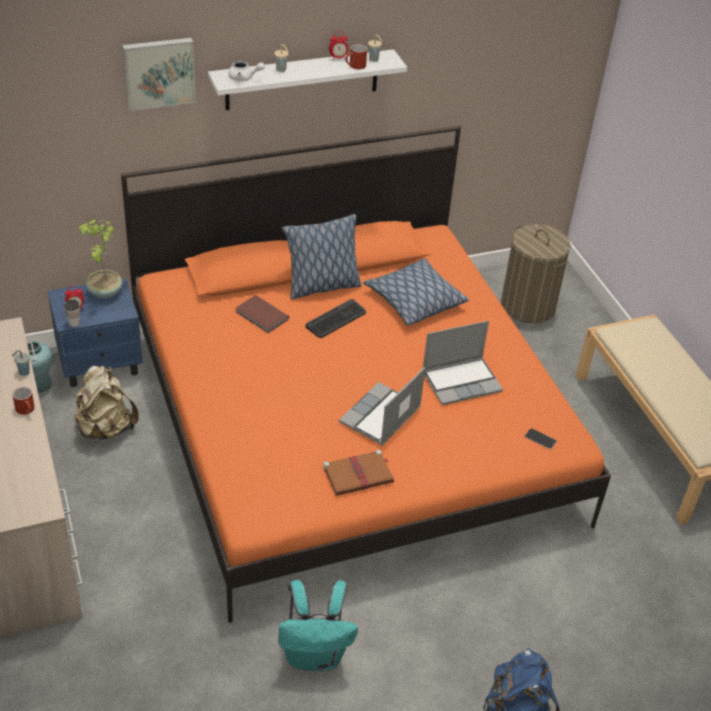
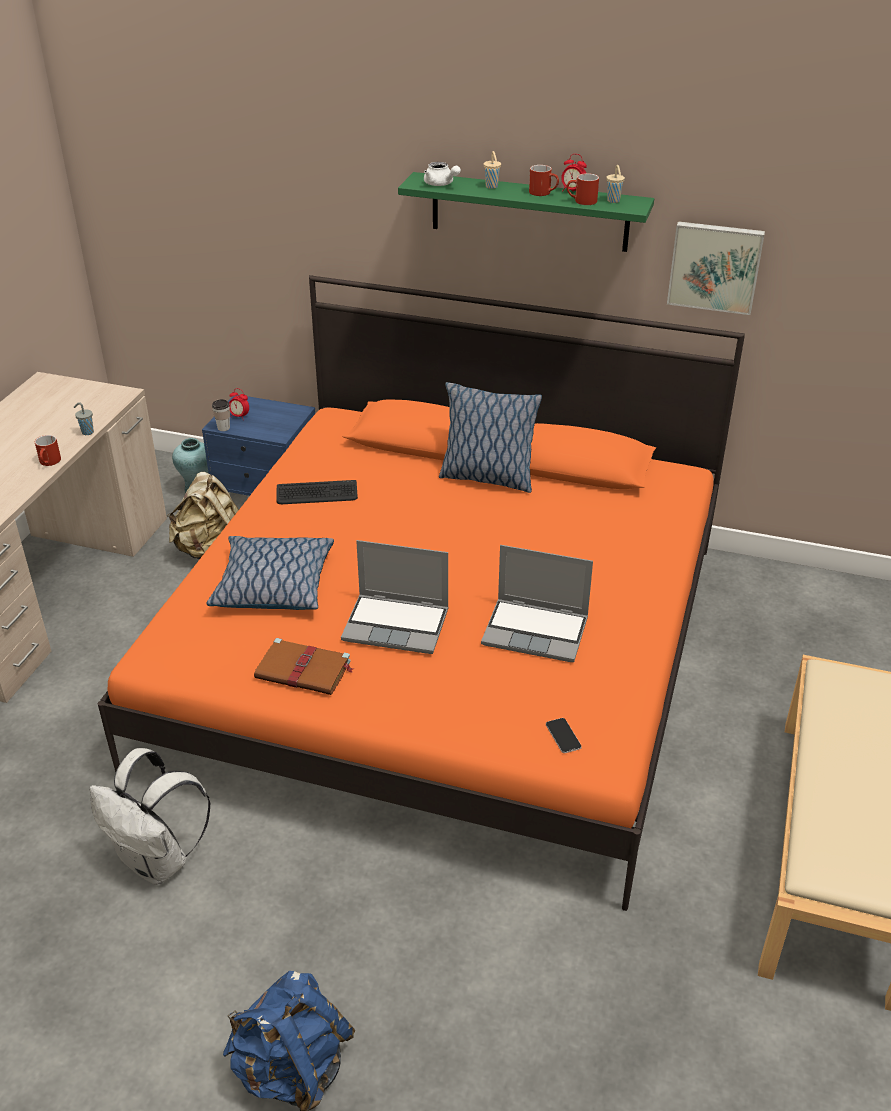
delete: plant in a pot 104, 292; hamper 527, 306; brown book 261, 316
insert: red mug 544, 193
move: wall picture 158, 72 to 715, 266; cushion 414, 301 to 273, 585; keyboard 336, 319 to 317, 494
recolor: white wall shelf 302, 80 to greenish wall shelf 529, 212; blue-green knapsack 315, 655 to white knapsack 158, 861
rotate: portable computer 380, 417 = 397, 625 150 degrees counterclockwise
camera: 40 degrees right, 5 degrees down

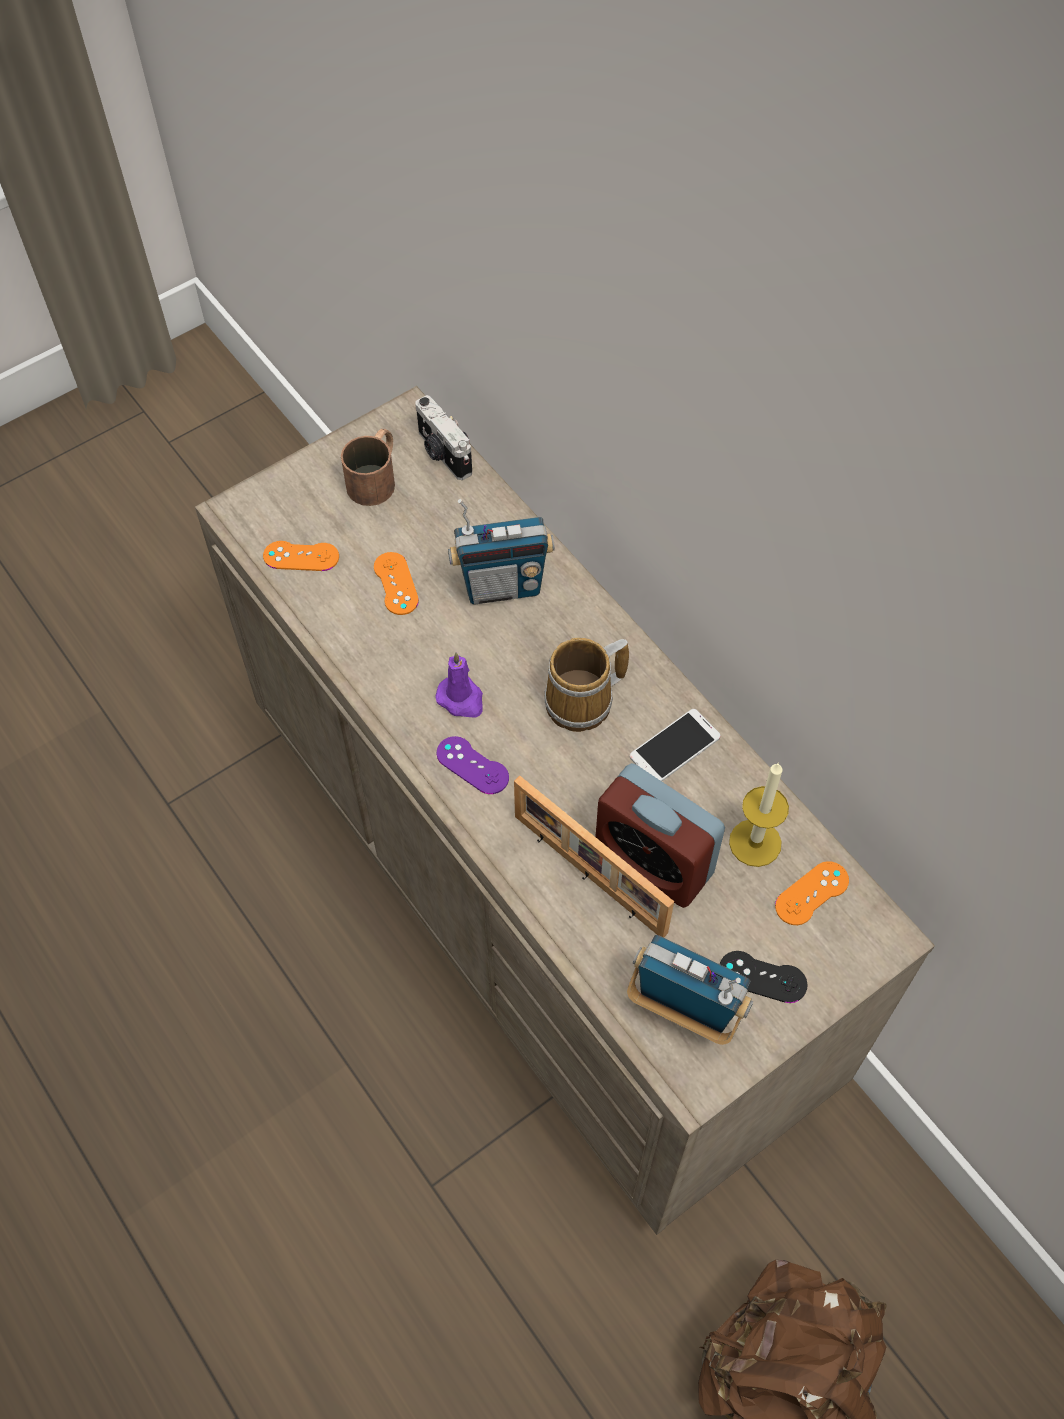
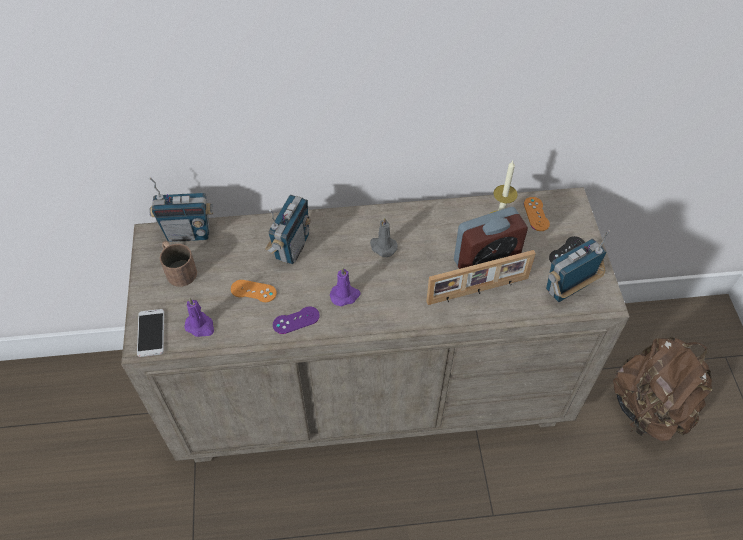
move: telephone 675, 747 to 151, 333; purplish game controller 472, 765 to 296, 320
replace: still camera 442, 454 to radio receiver 189, 233; orange game controller 301, 556 to purplish wax candle 200, 326; mug 584, 702 to greyish wax candle 382, 246
camera: 60 degrees left, 5 degrees down

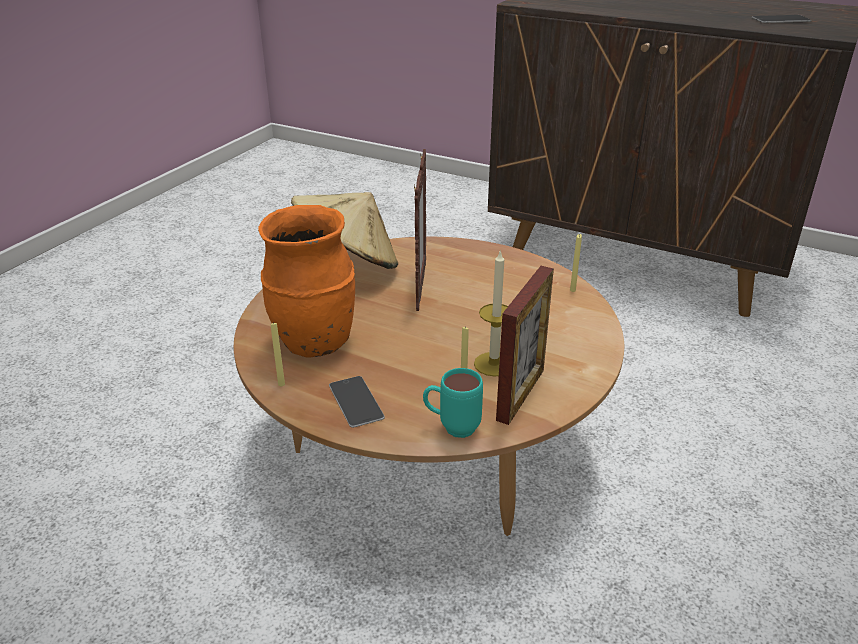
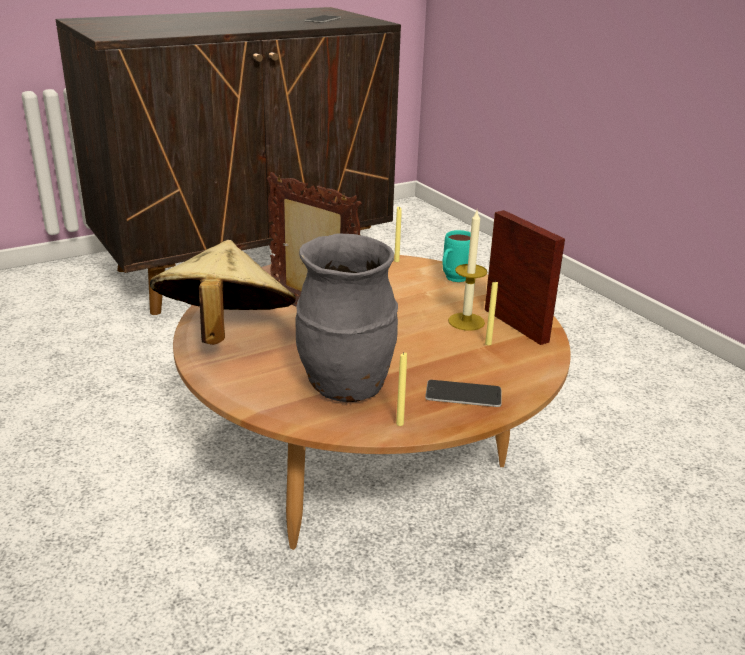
move: blue-green mug 451, 427 to 453, 280
recolor: orange decorative vase 314, 343 to greyish decorative vase 346, 388
camera: 60 degrees left, 5 degrees down

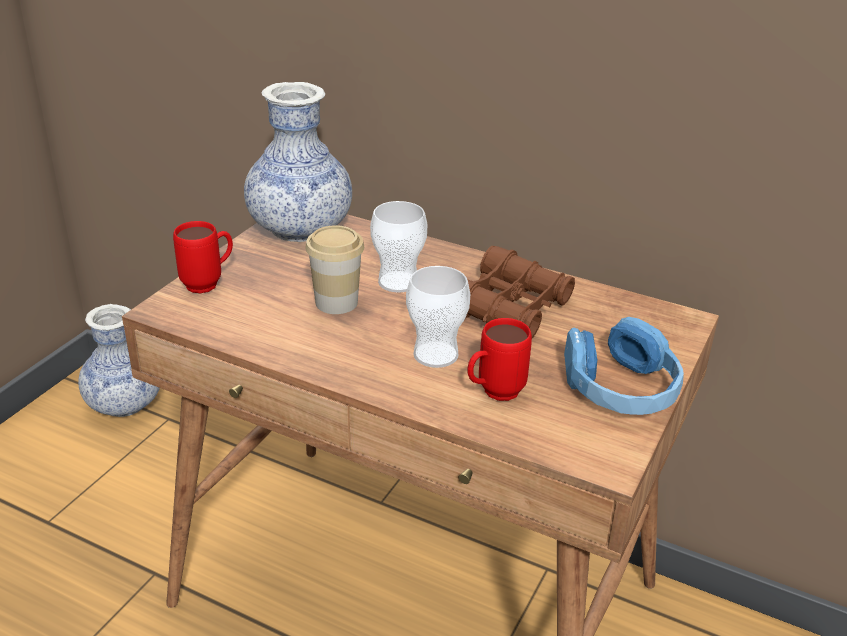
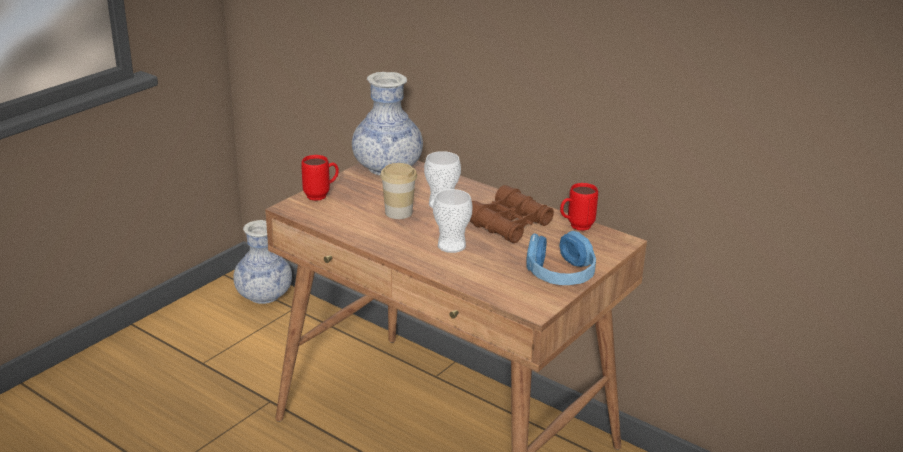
move: red mug 493, 394 to 575, 227
camera: 10 degrees right, 5 degrees down

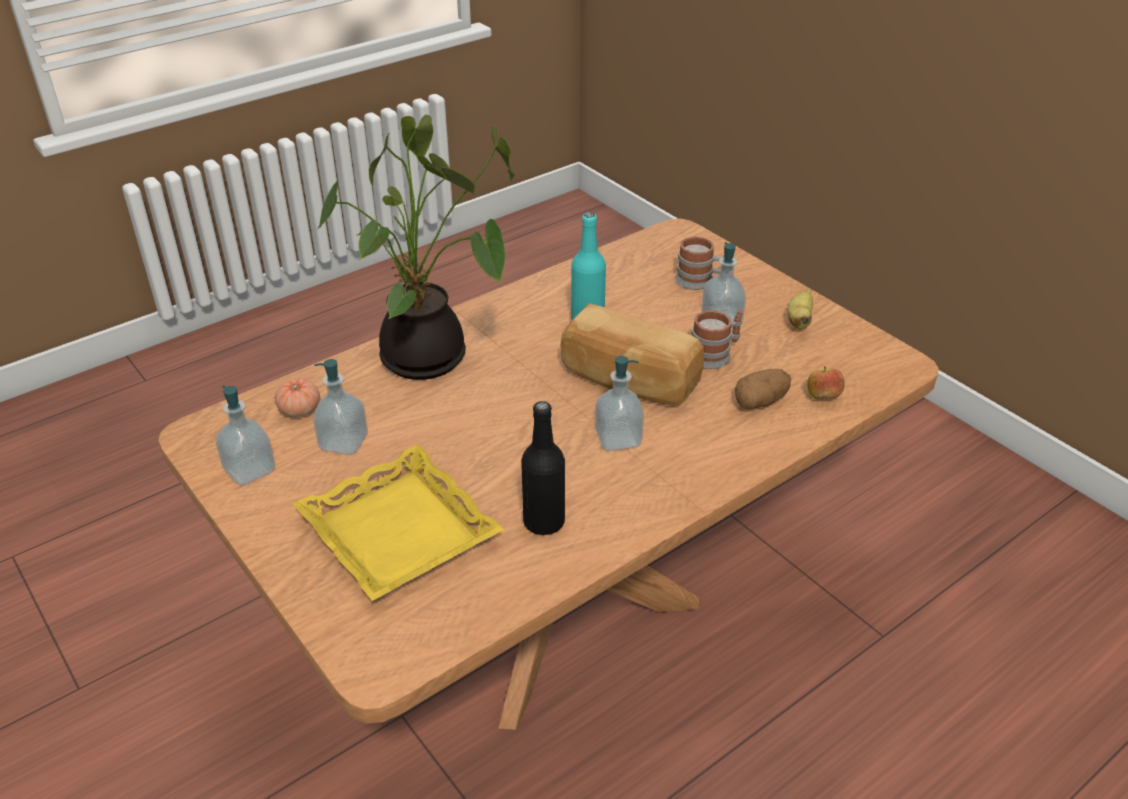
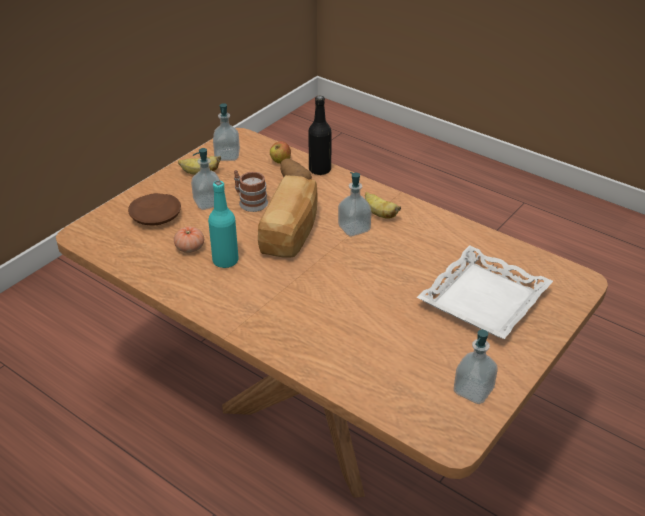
delete: plant in a pot 430, 360
insert: whole banana 379, 214
move: soap dispenser 344, 442 to 227, 156; fresh tomato 299, 410 to 190, 248; black-coloured drink bottle 544, 522 to 320, 170
replace: mug 701, 281 to brown dinner plate 156, 216
recolor: yellow-coloured carrying tray 400, 531 to white carrying tray 483, 299
camera: 105 degrees left, 0 degrees up

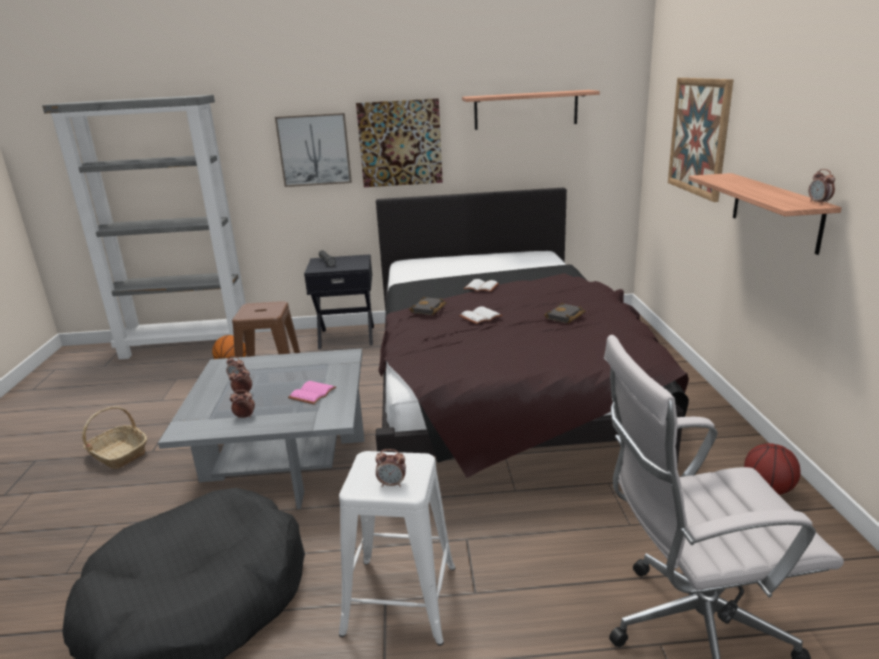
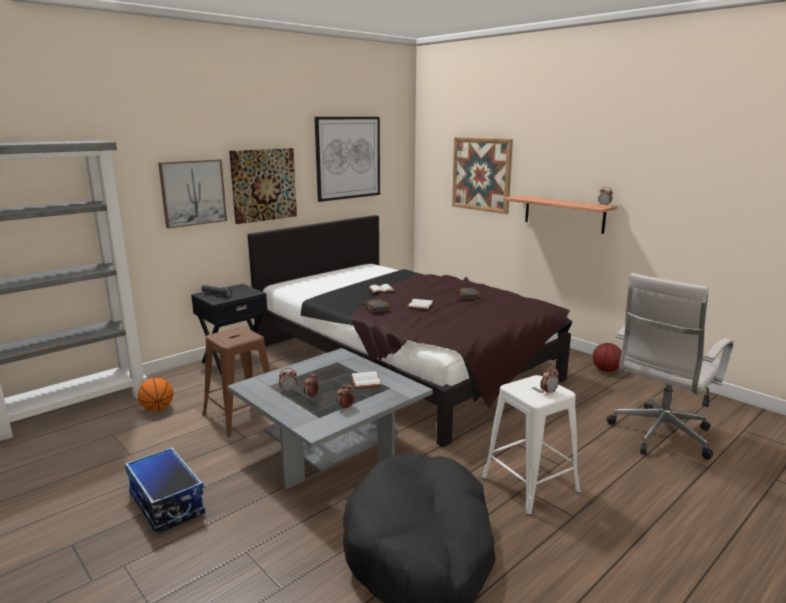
replace: wall shelf 526, 110 to wall picture 348, 158; storage basket 118, 454 to storage box 165, 504
recolor: pink book 312, 393 to white book 364, 381
camera: 40 degrees left, 5 degrees down

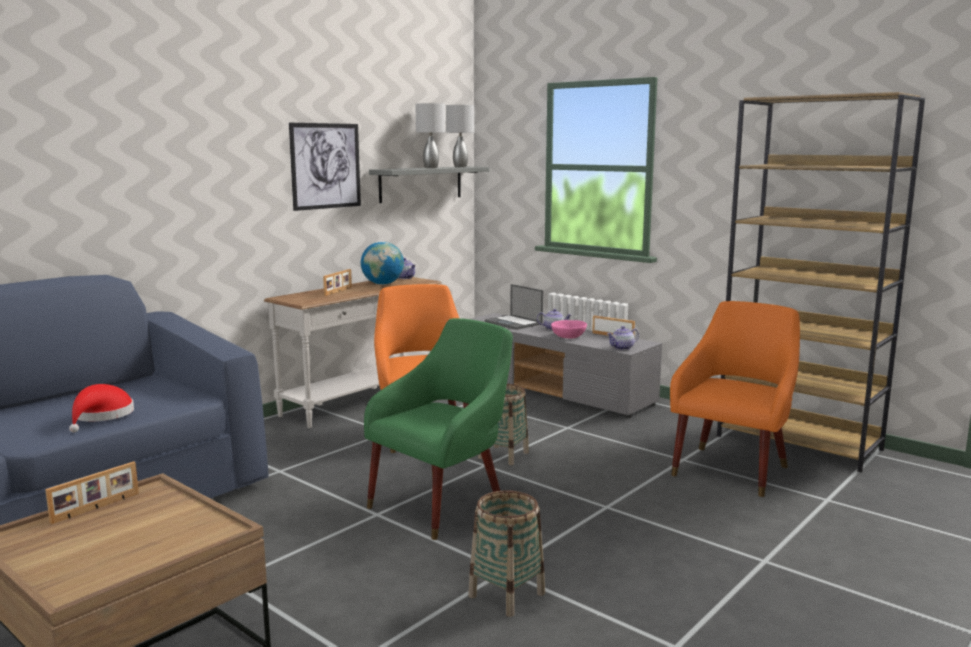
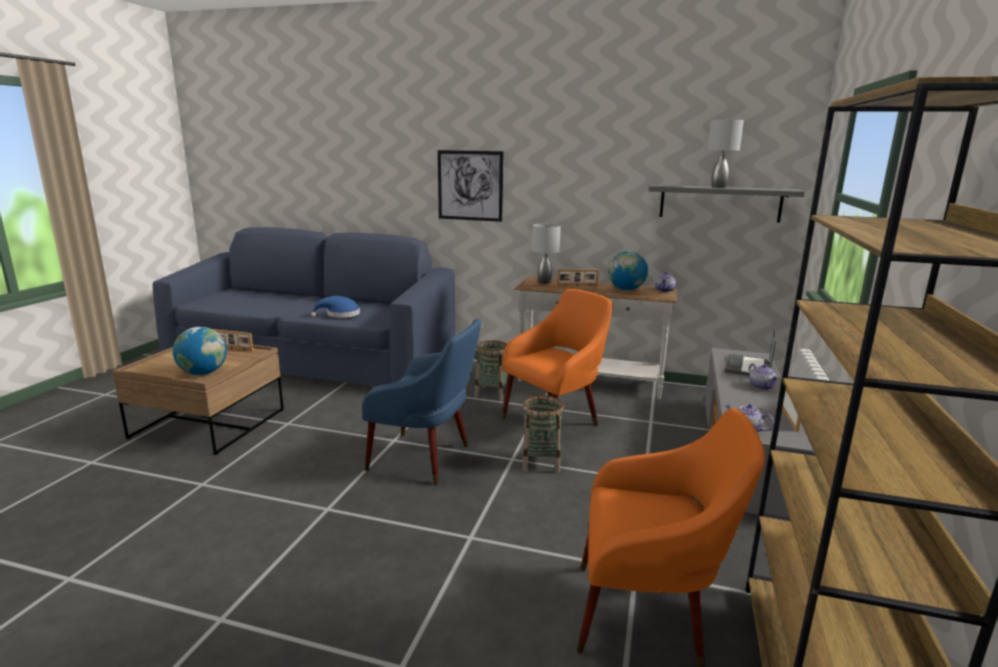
delete: pink bowl 568, 337
insert: desk globe 203, 373
move: greyish lamp for a table 460, 167 to 544, 282; wall picture 325, 166 to 470, 185; storage basket 506, 595 to 492, 393
recolor: greenish lounge chair 442, 503 to blue lounge chair 426, 459; red wearable hat 101, 416 to blue wearable hat 340, 315
camera: 65 degrees right, 5 degrees up

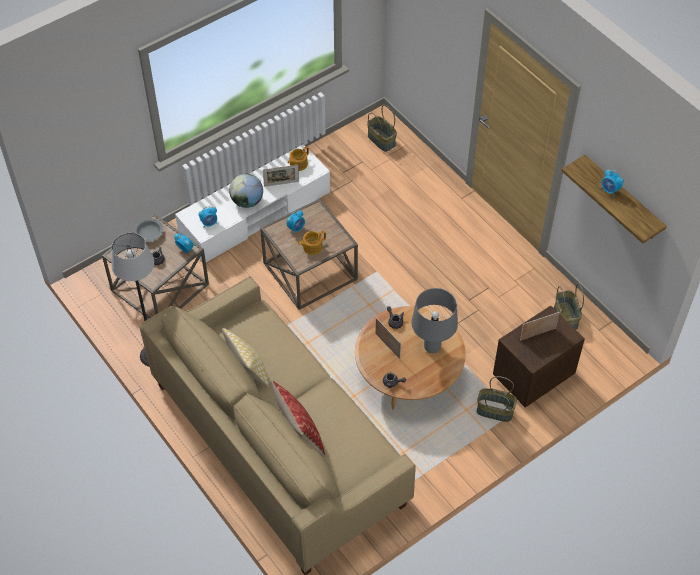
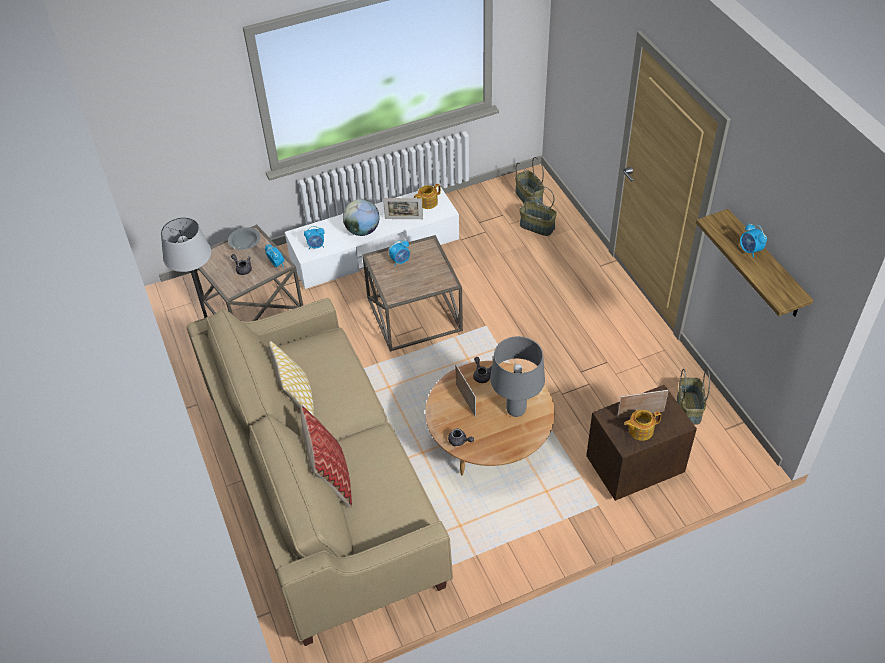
move: pot for tea 312, 247 to 640, 430; storage basket 494, 411 to 536, 226
camera: 15 degrees right, 5 degrees down

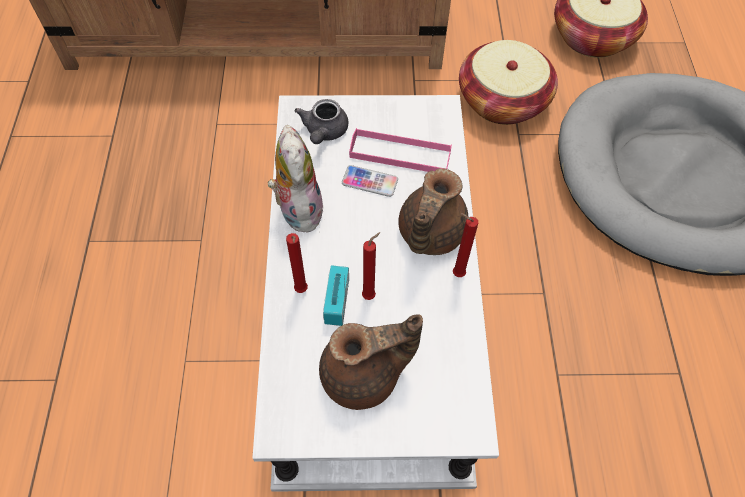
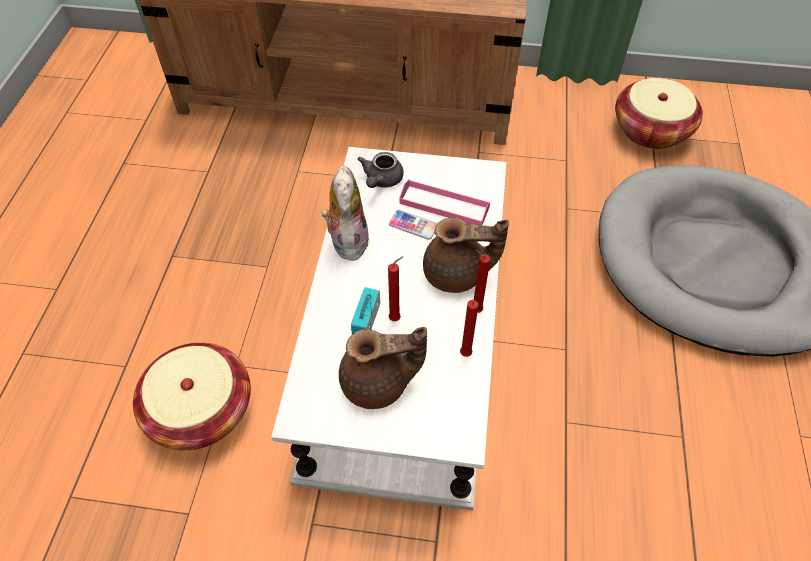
move: storage basket 502, 100 to 201, 409; red wax candle 301, 291 to 466, 355
rotate: brown pot for tea 429, 234 = 457, 274 120 degrees counterclockwise
camera: 10 degrees right, 5 degrees down

